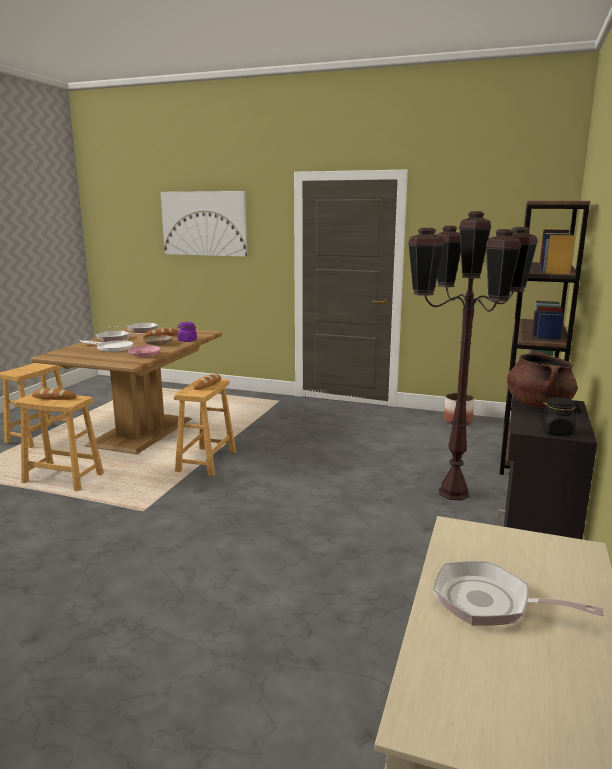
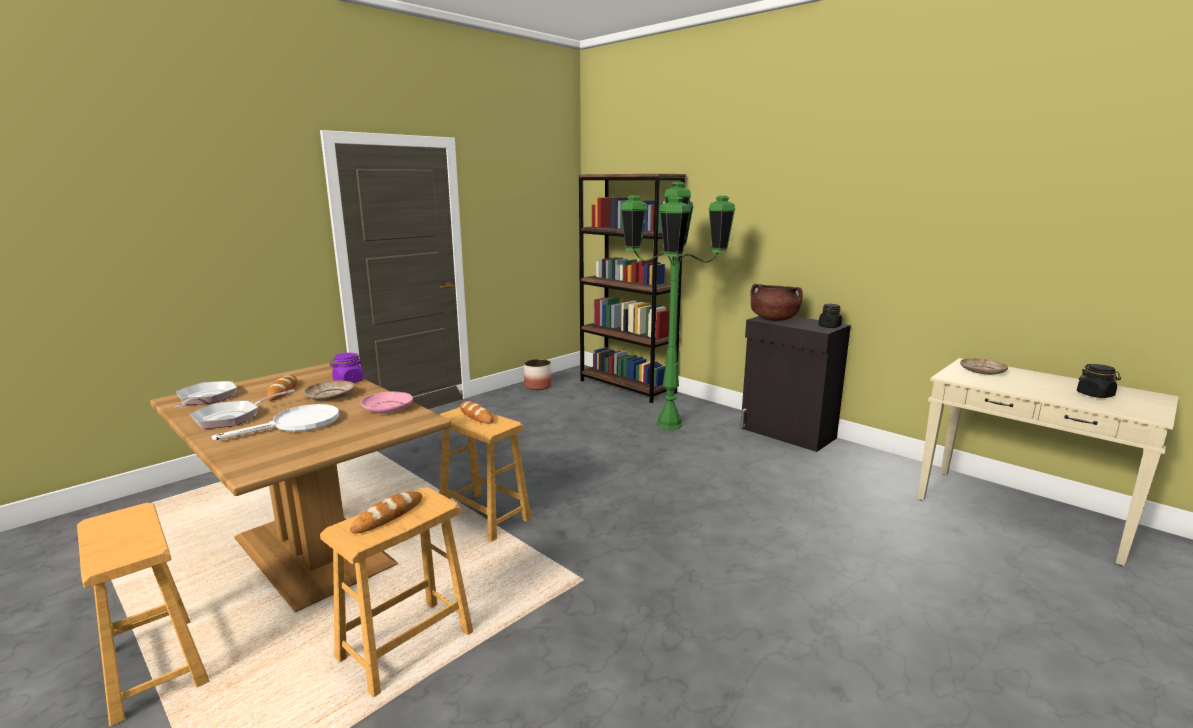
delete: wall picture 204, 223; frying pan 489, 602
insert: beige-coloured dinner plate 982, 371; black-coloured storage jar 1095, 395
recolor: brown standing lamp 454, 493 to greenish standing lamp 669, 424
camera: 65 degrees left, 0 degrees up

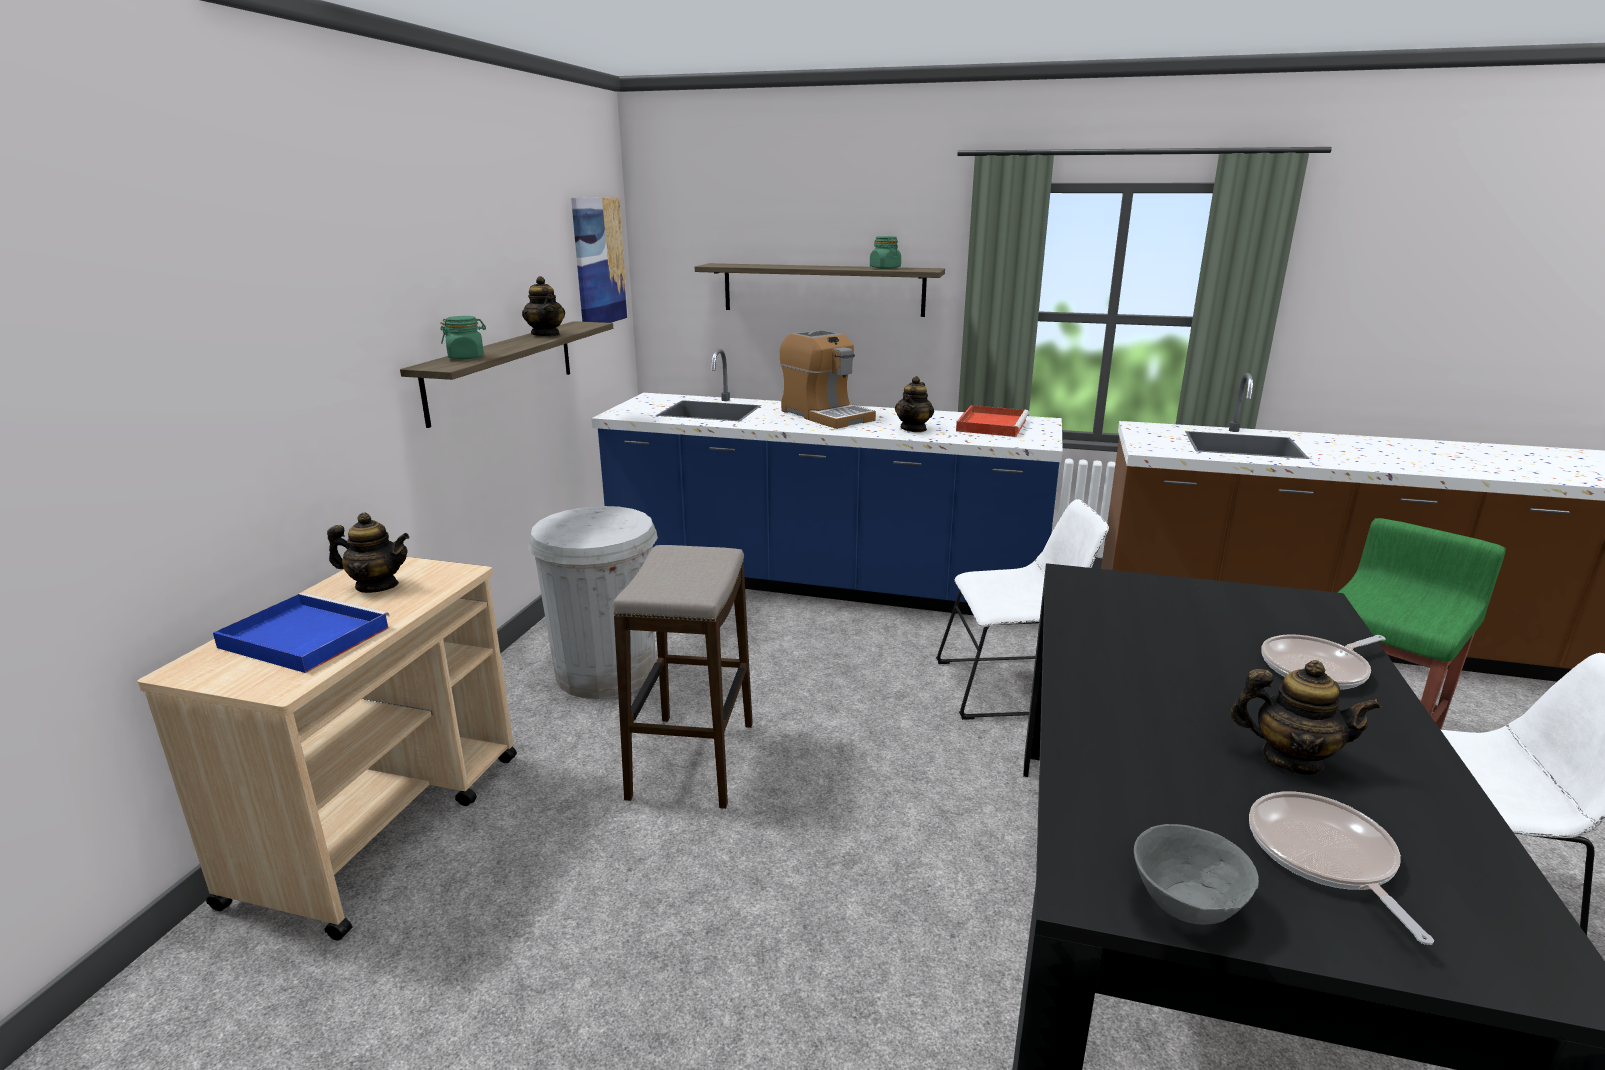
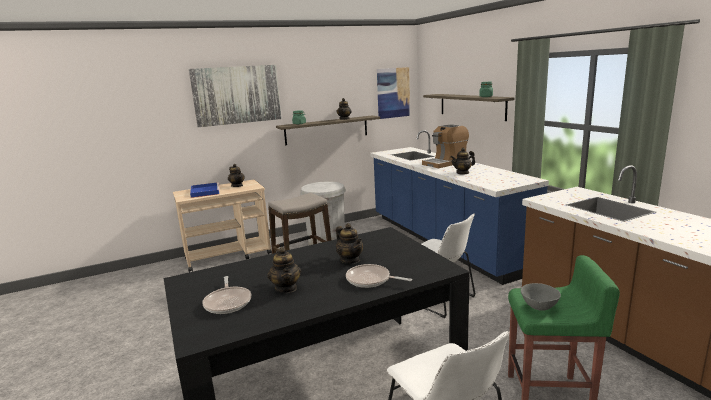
delete: red carrying tray 991, 424
insert: wall picture 237, 95; pot for tea 350, 260
move: greyish bowl 1186, 908 to 539, 308
rotate: coffee maker 825, 415 = 445, 163 45 degrees clockwise; frying pan 1324, 857 = 228, 302 120 degrees clockwise
camera: 50 degrees right, 5 degrees down

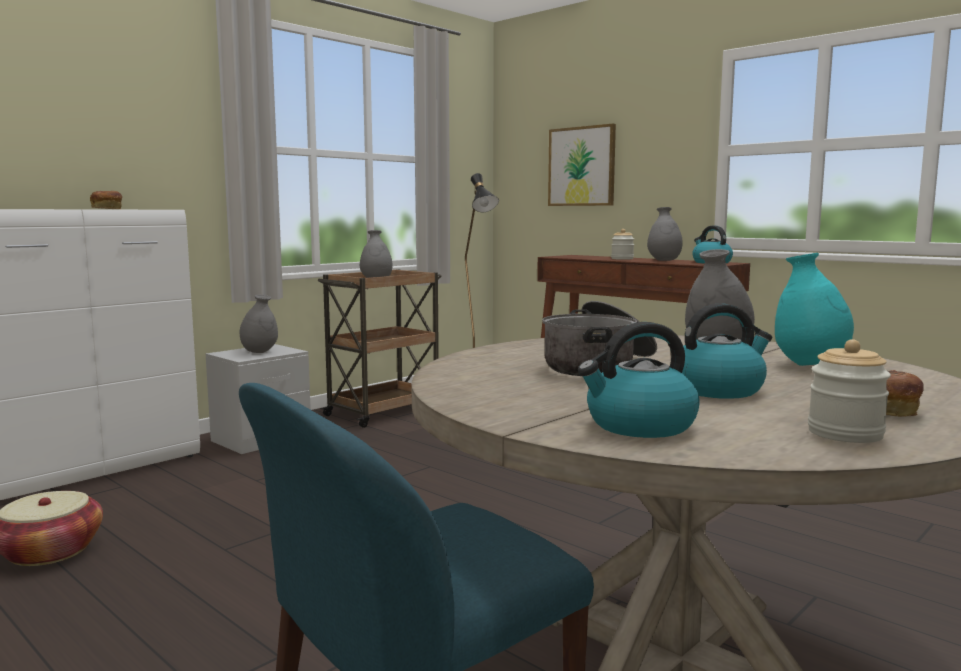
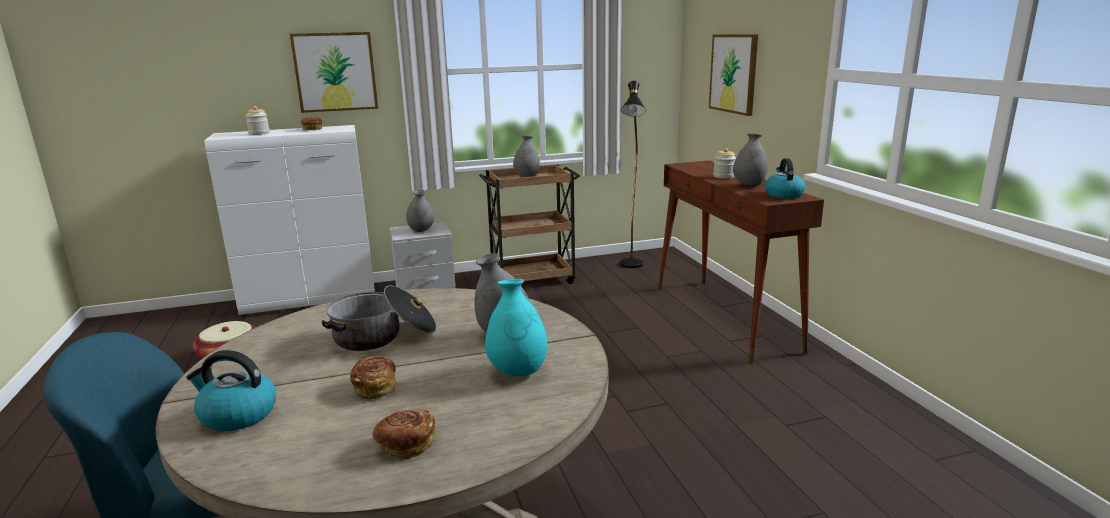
insert: wall picture 335, 72
move: storage jar 845, 433 to 259, 133
replace: water kettle 718, 389 to bread 376, 387
camera: 30 degrees right, 10 degrees up

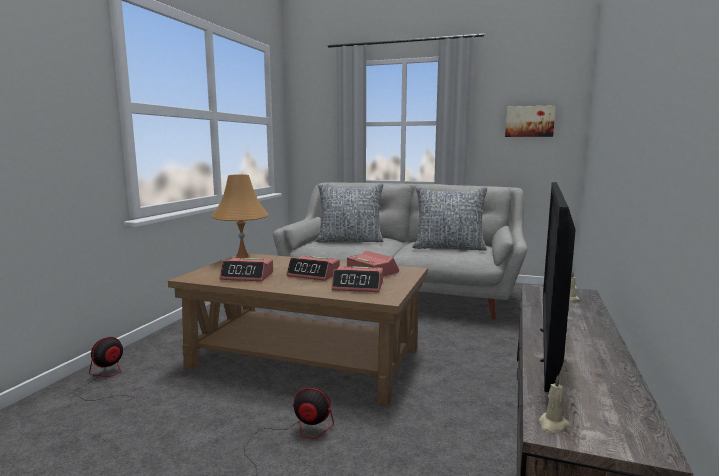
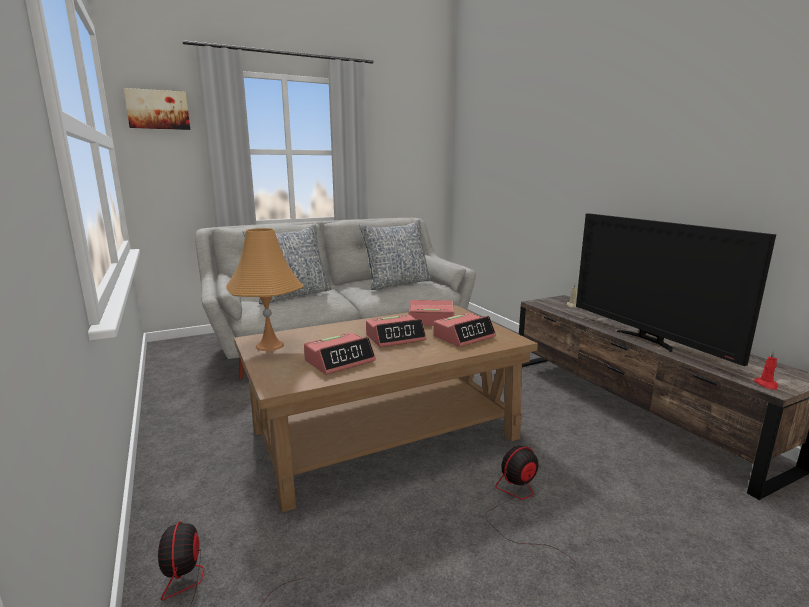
move: wall picture 529, 121 to 158, 109
recolor: beige-coloured wax candle 552, 425 to red wax candle 766, 385
camera: 45 degrees left, 5 degrees up

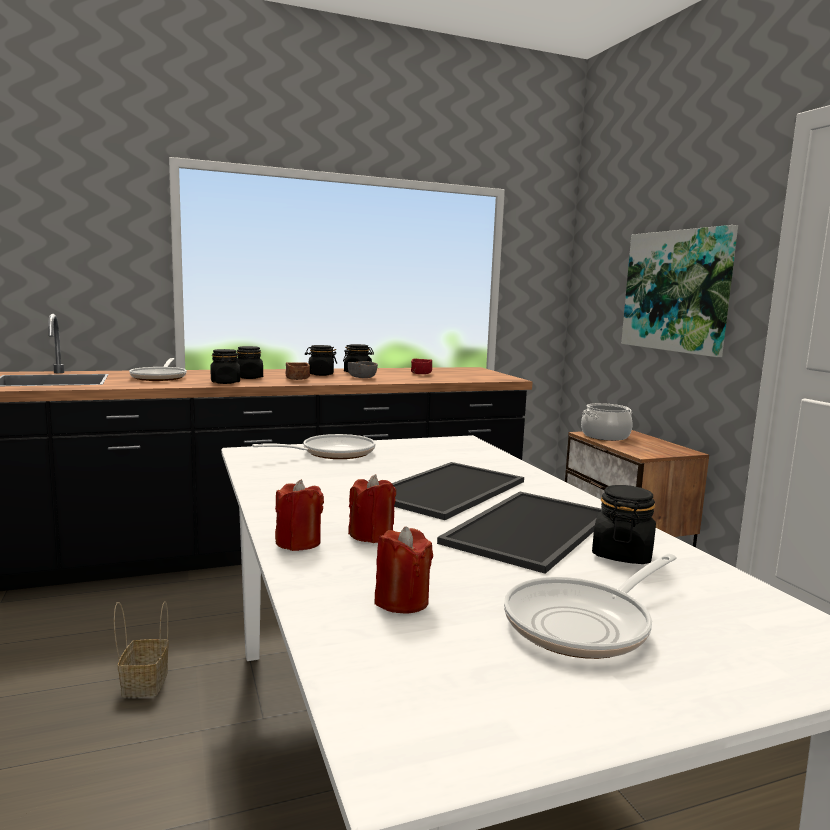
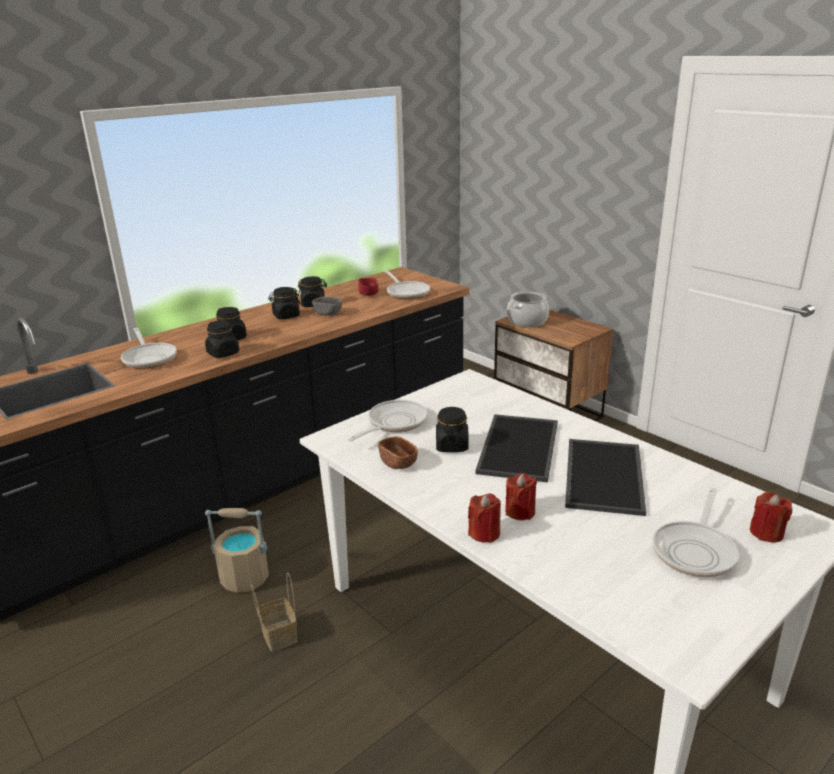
delete: wall picture 677, 291
insert: frying pan 406, 292; beige-coloured pail 244, 578
move: brown bowl 297, 379 to 398, 462; black-coloured storage jar 622, 554 to 452, 445; red wax candle 402, 601 to 766, 533
camera: 20 degrees left, 15 degrees up

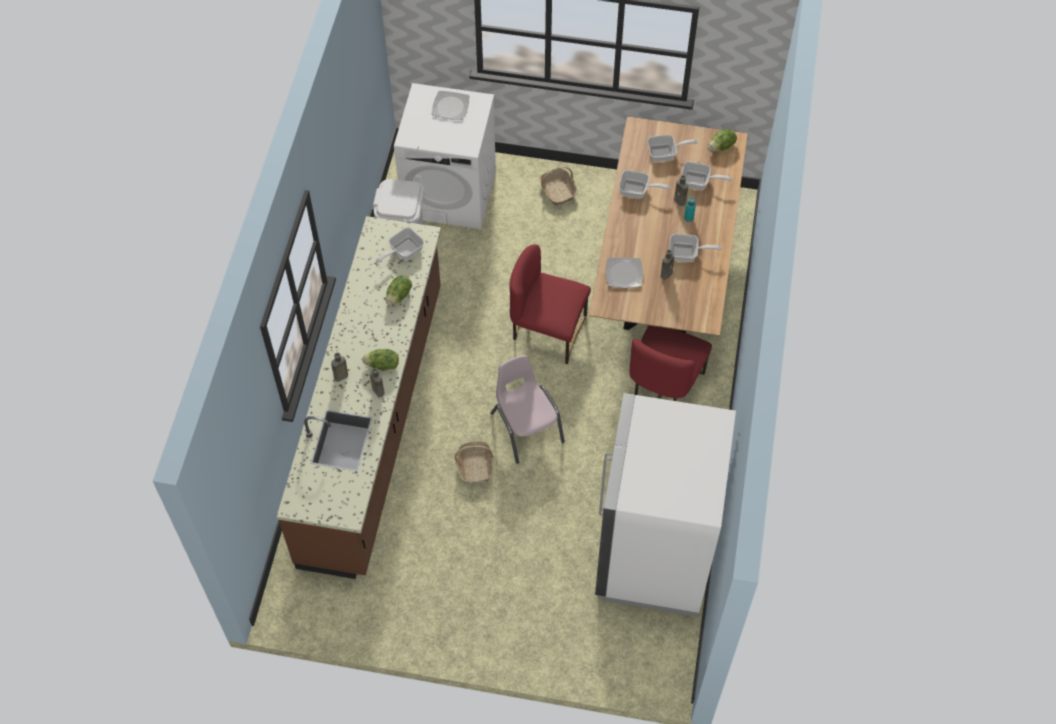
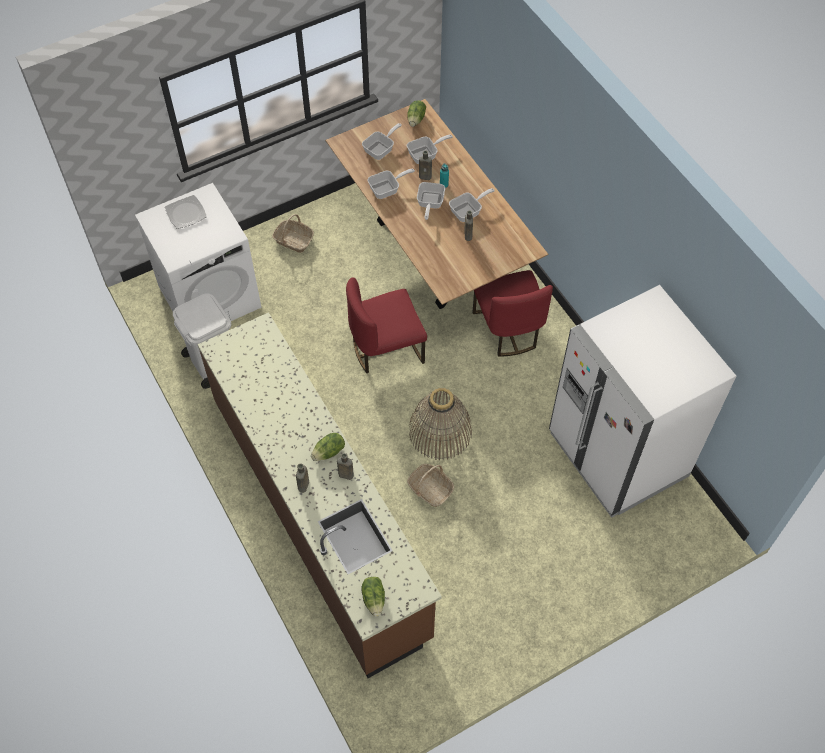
delete: dinner plate 623, 274
move: frying pan 403, 252 to 429, 204; lettuce head 399, 296 to 374, 599
replace: pink plain chair 526, 427 to storage basket 440, 431
camera: 40 degrees left, 0 degrees up

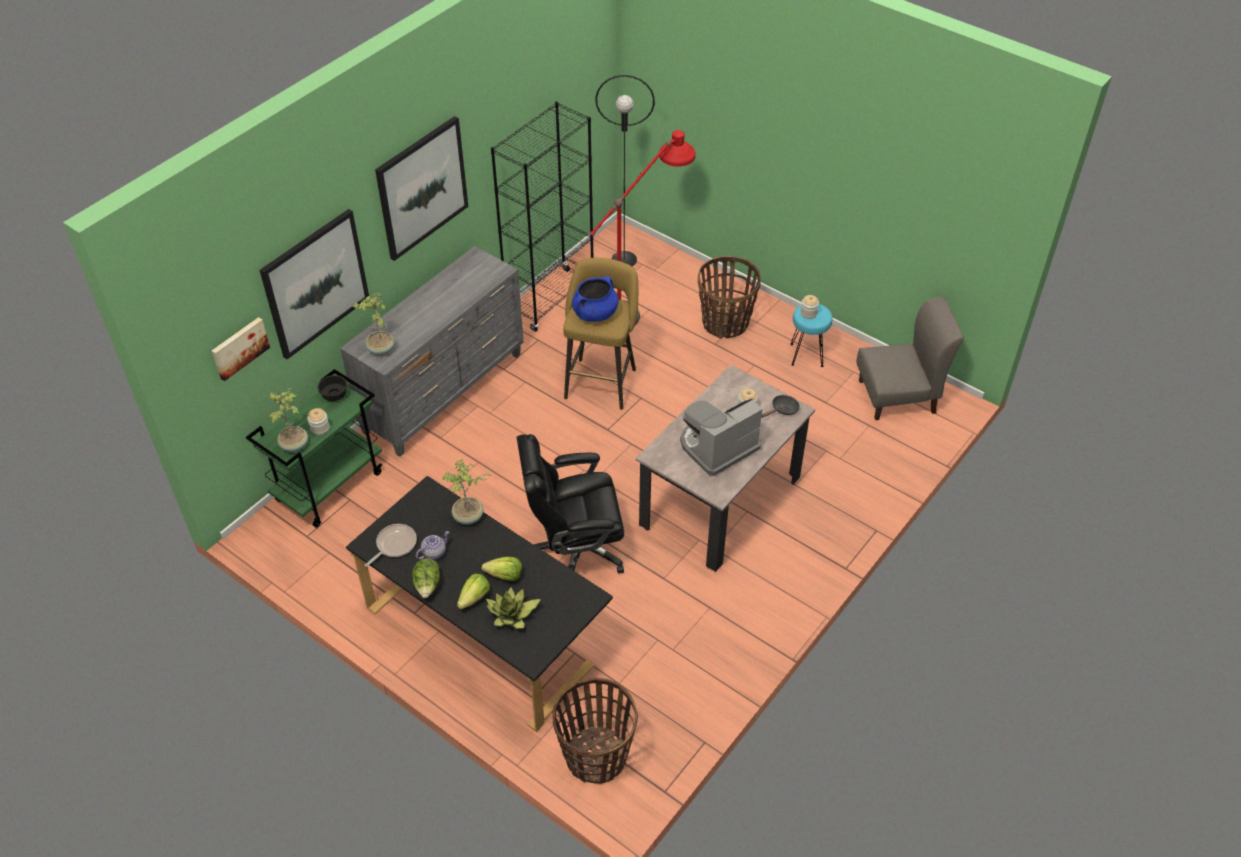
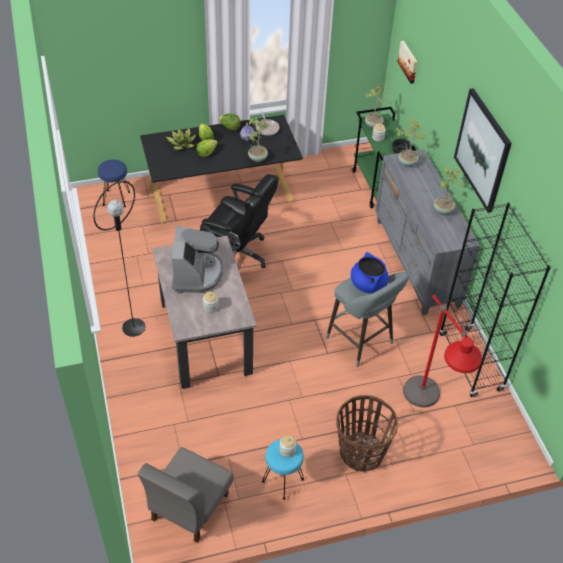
delete: wall picture 315, 283; black-coloured frying pan 782, 410
insert: plant in a pot 443, 210
move: black-coloured standing lamp 624, 259 to 133, 327
replace: storage basket 595, 755 to blue stool seat 116, 198
recolor: yellow-coloured stool seat 601, 380 to greyish stool seat 362, 342
rotate: black-coloured desk chair 575, 550 = 237, 254 90 degrees clockwise
camera: 125 degrees right, 0 degrees up

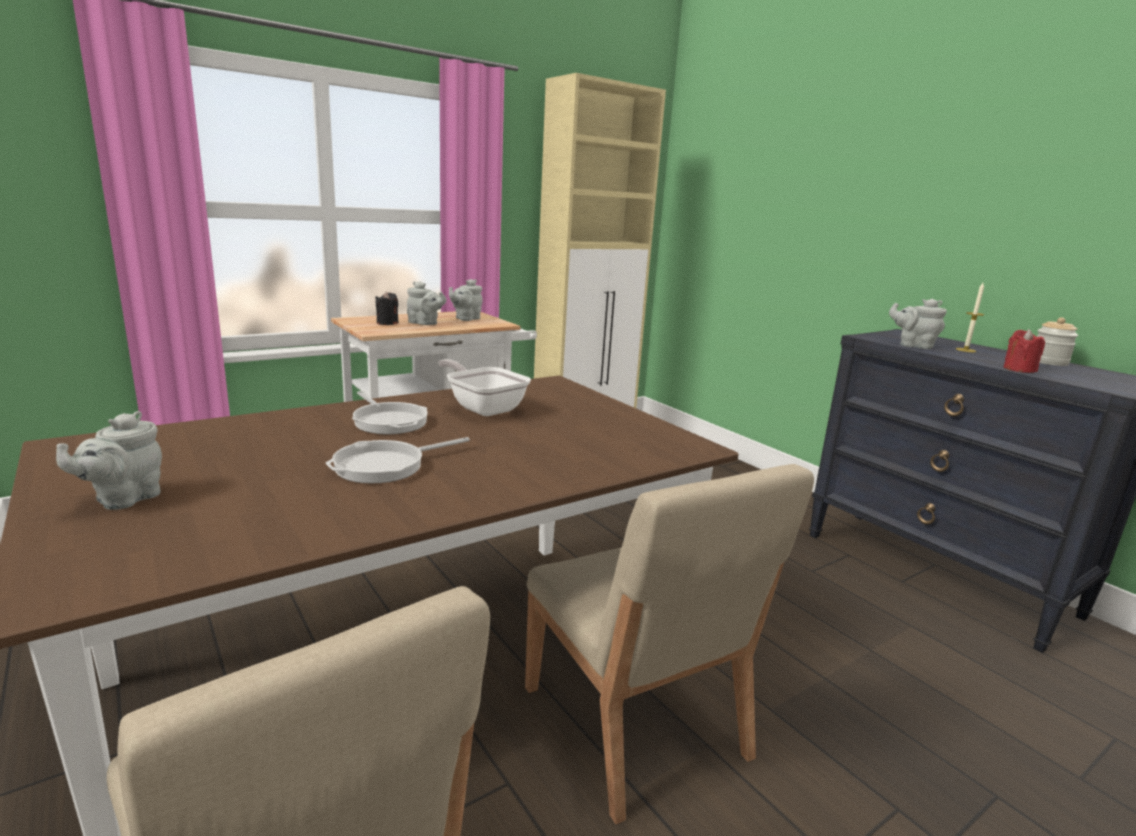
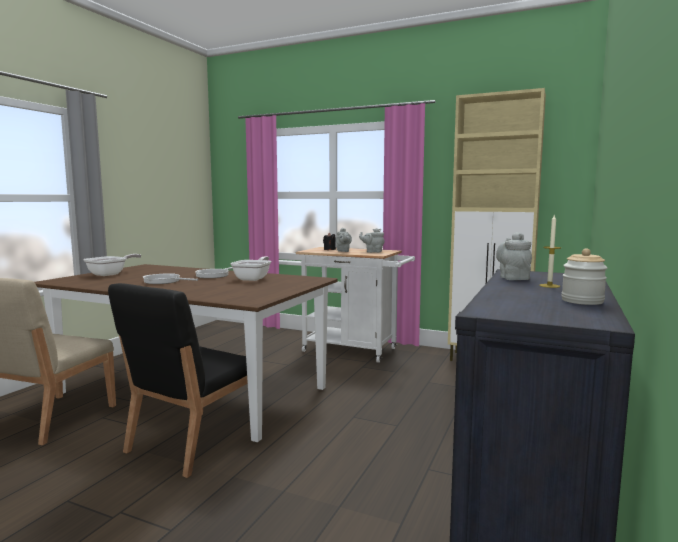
delete: red wax candle 1019, 369
replace: greyish pot for tea 124, 499 to frying pan 110, 274
recolor: beige-coloured plain chair 634, 724 to black-coloured plain chair 191, 442
camera: 60 degrees right, 10 degrees down

